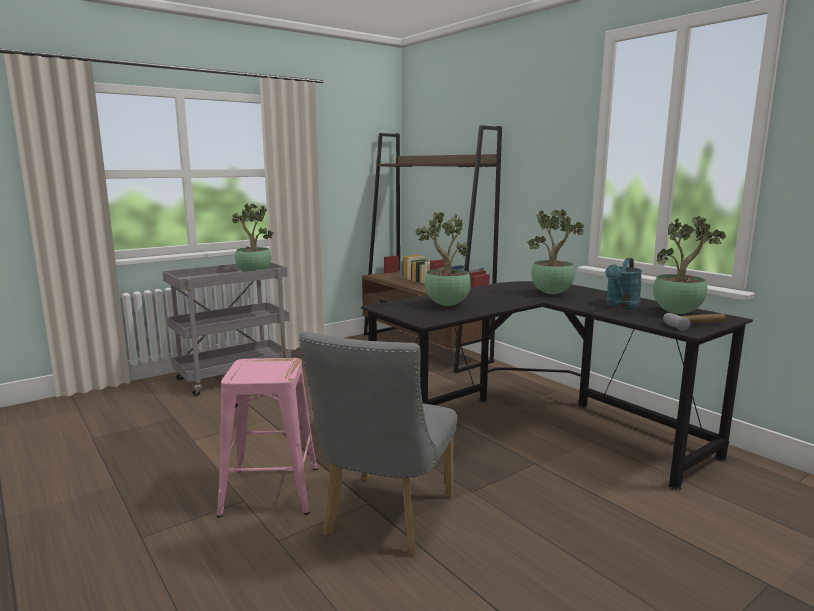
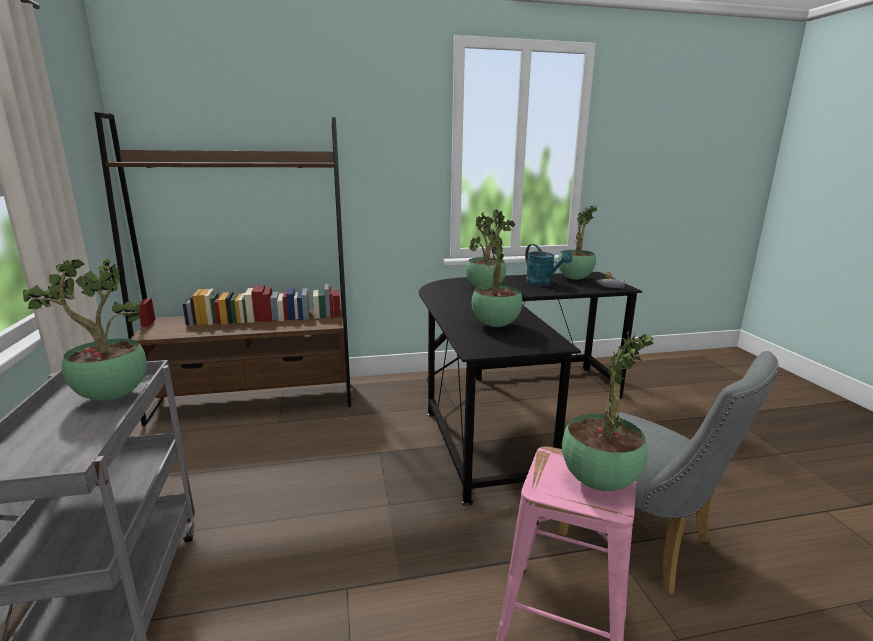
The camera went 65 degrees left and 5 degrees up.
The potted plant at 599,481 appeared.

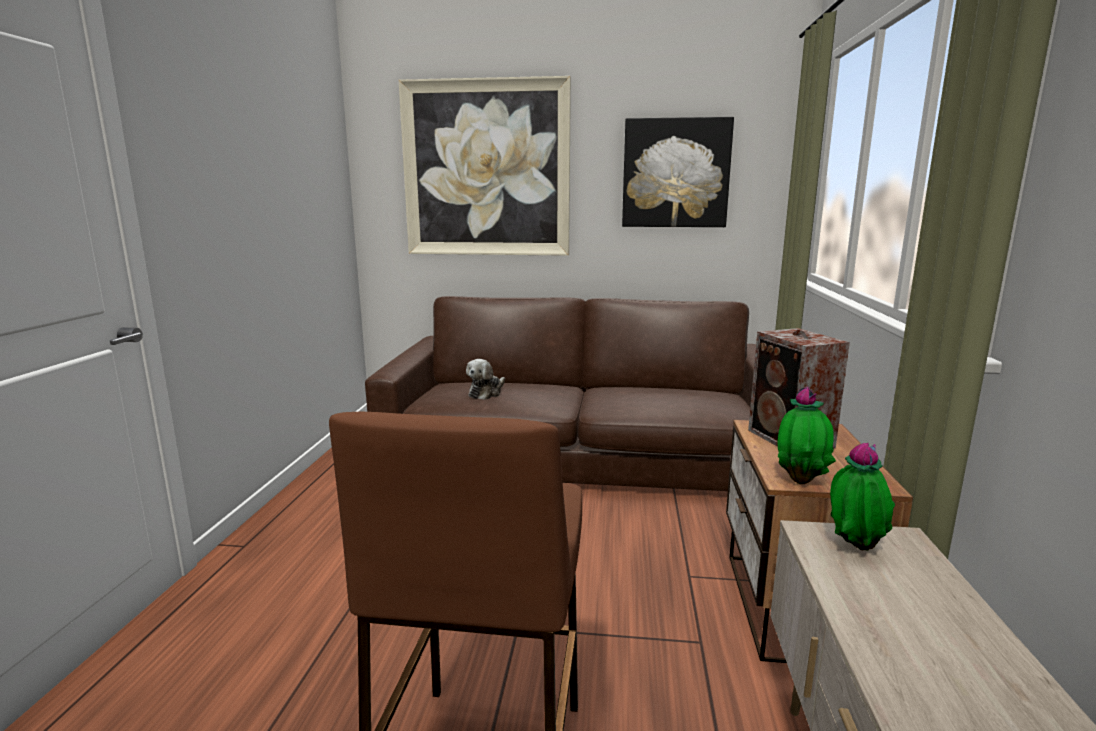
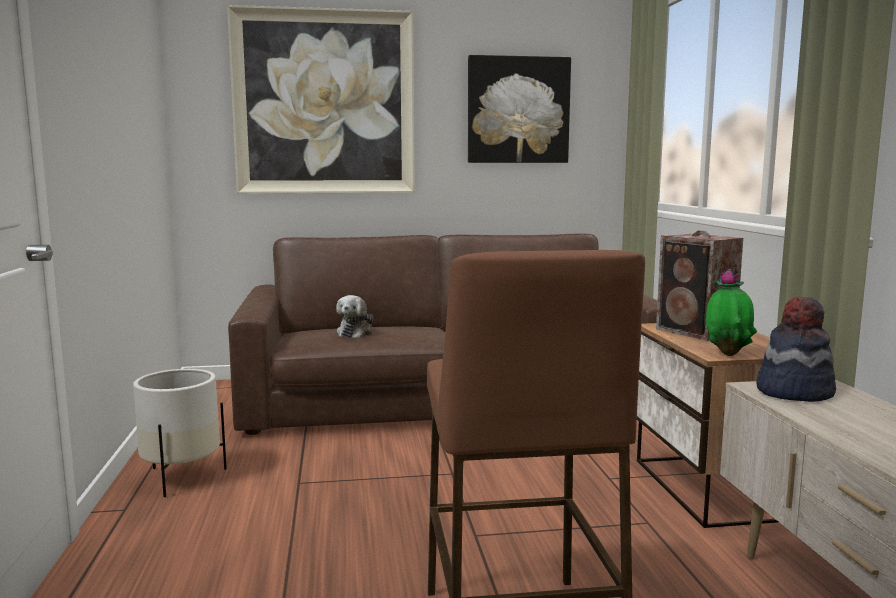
The camera went 15 degrees left and 5 degrees down.
The white planter at 182,477 appeared.
The potted plant at 853,548 was replaced by the hat at 793,391.

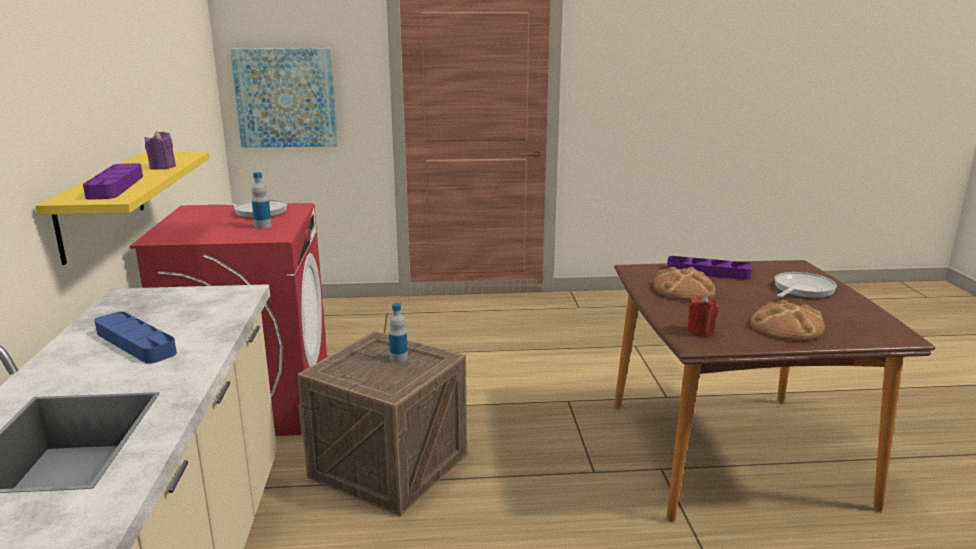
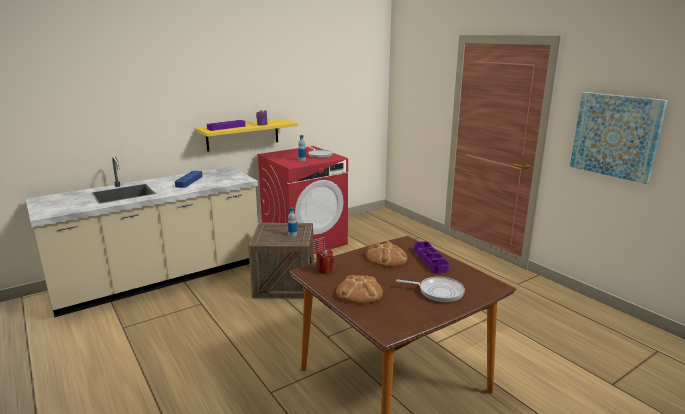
The camera went 60 degrees right and 0 degrees up.
The picture moved from 286,98 to 615,136.

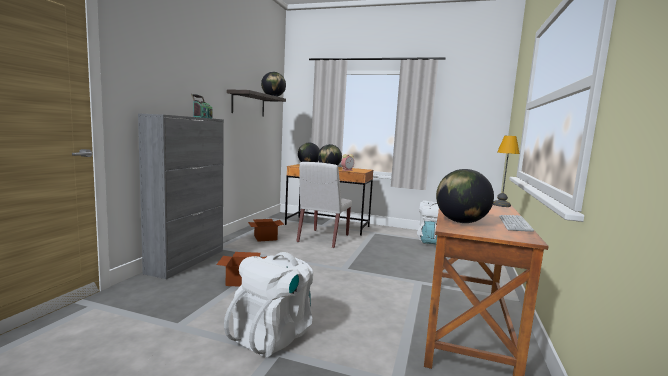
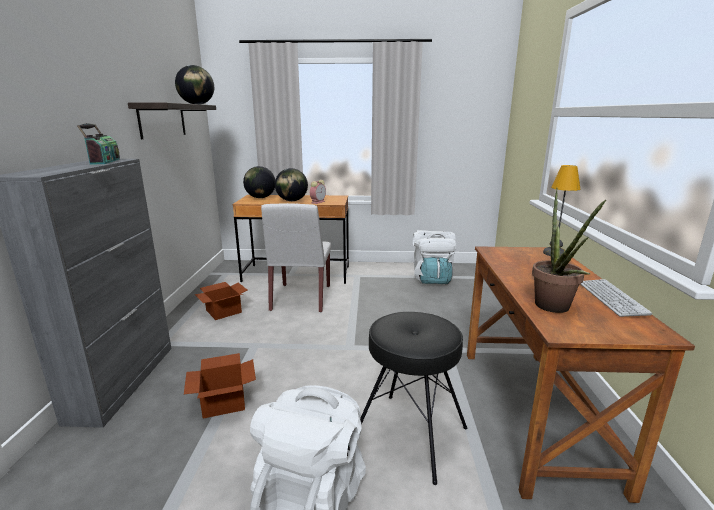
The camera went 15 degrees left and 10 degrees up.
The black stool at 410,434 appeared.
The globe at 461,222 was replaced by the potted plant at 555,309.

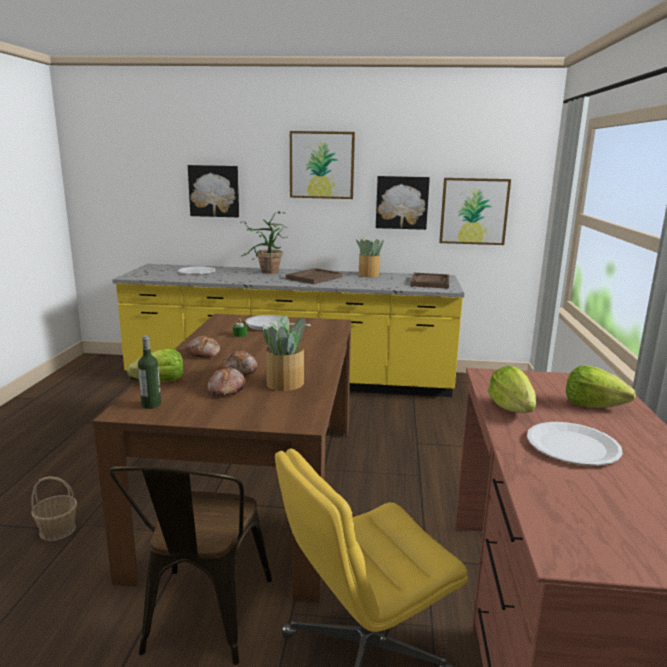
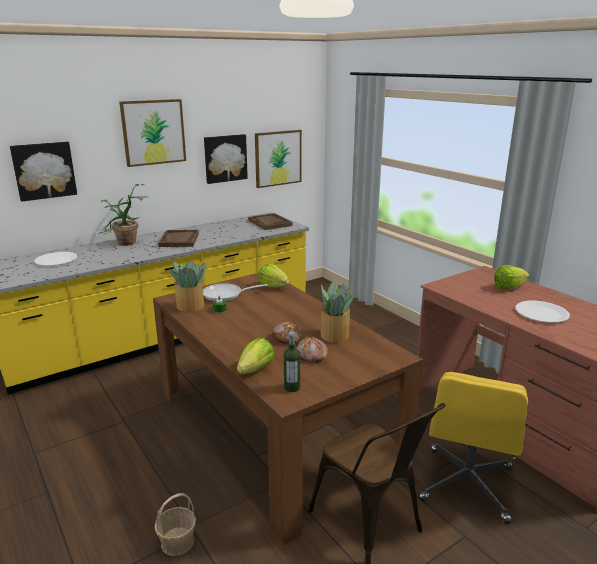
The camera went 40 degrees left and 5 degrees up.
The potted plant moved from 368,275 to 190,306.
The lettuce moved from 512,408 to 273,286.
The bread at 204,353 disappeared.

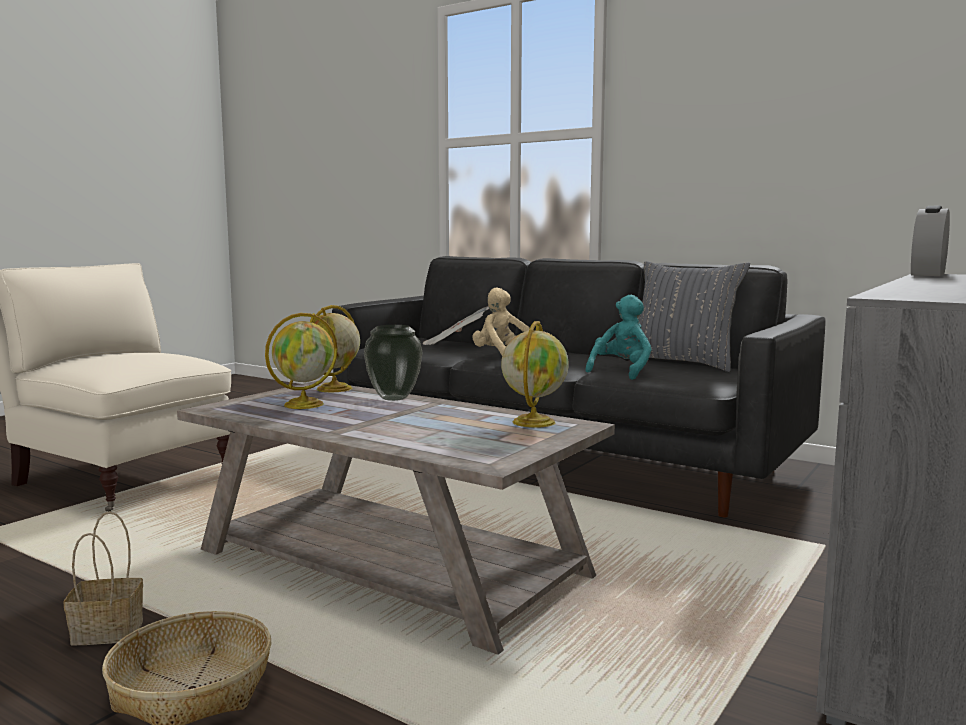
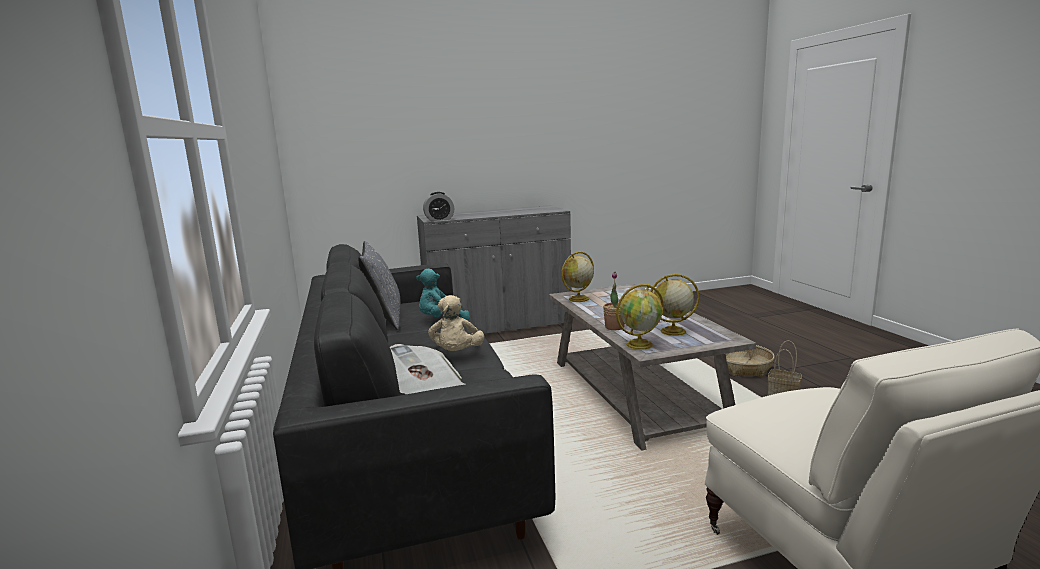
The camera went 140 degrees left and 5 degrees up.
The vase at 393,398 was replaced by the potted plant at 614,327.

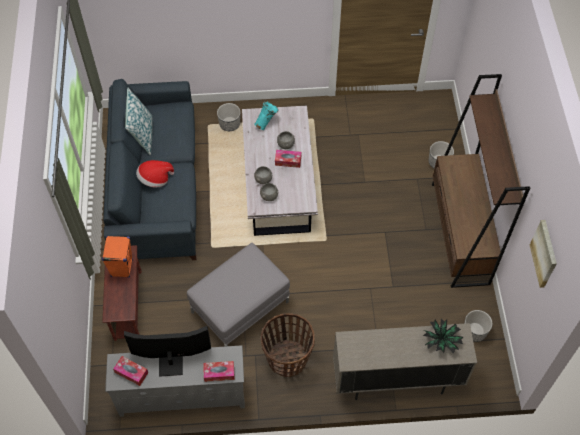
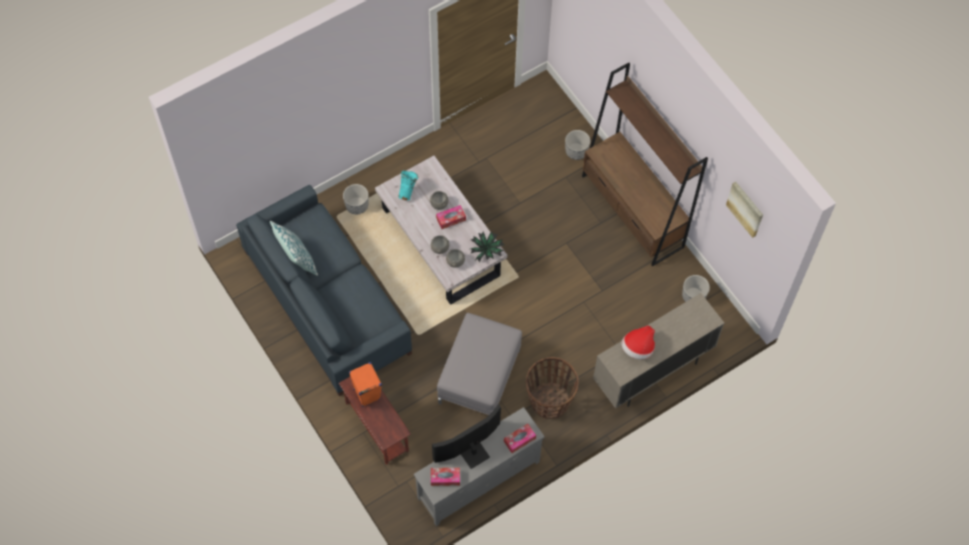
The camera went 30 degrees left and 5 degrees up.
The potted plant moved from 441,341 to 486,251.
The hat moved from 155,179 to 638,348.

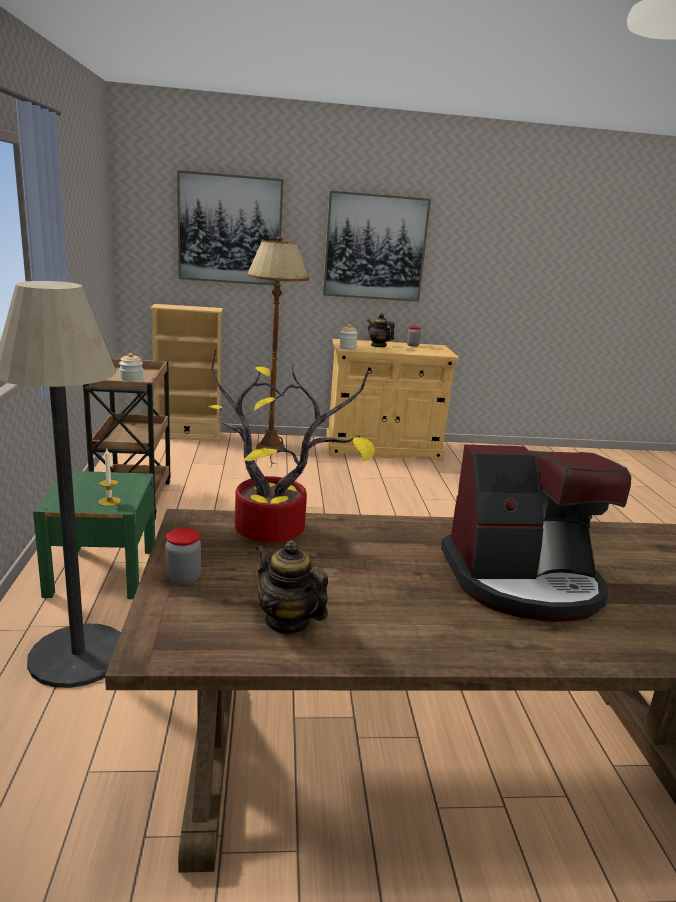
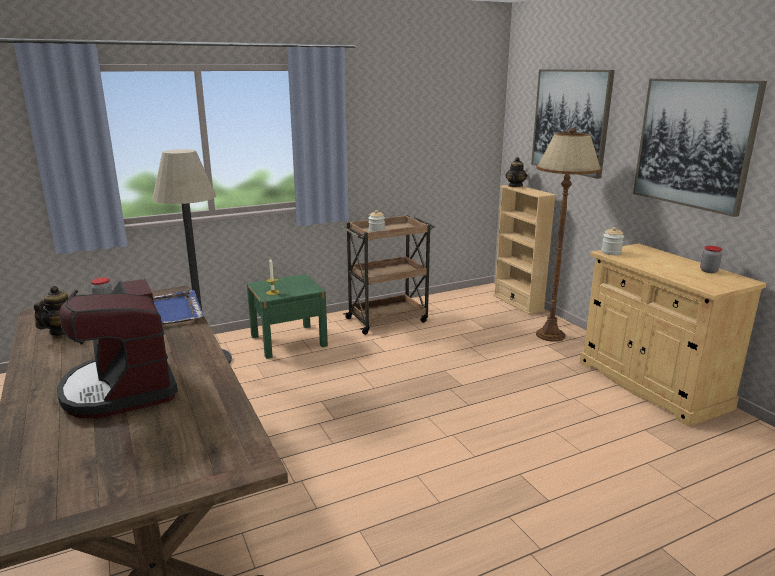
The camera went 70 degrees right and 0 degrees up.
The potted plant at 276,528 was replaced by the blue tray at 173,311.
The teapot moved from 378,345 to 515,186.

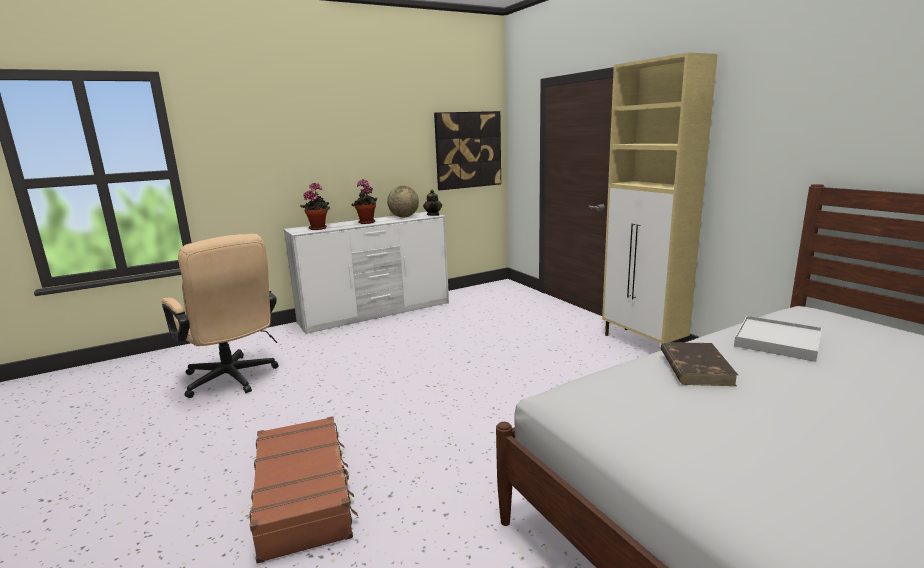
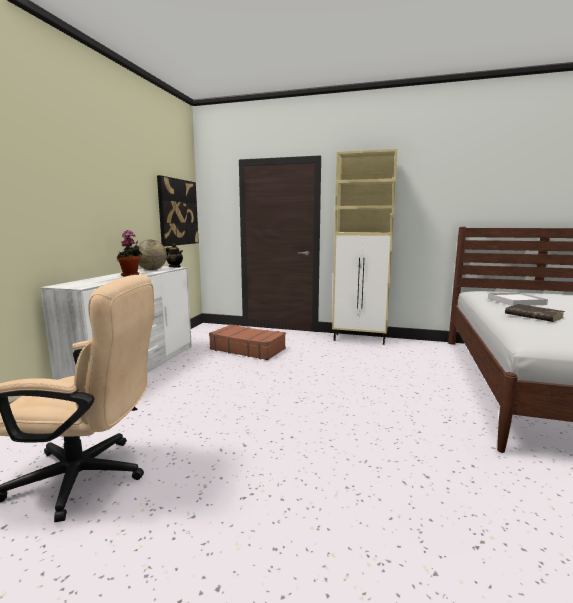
The camera went 45 degrees left and 5 degrees down.
The brown suitcase moved from 304,495 to 247,349.
The potted plant at 318,228 disappeared.

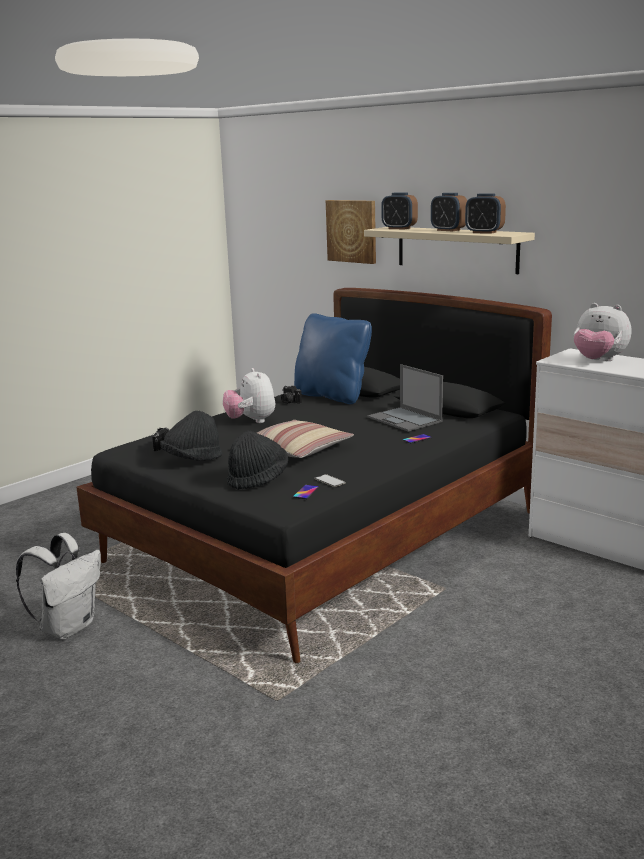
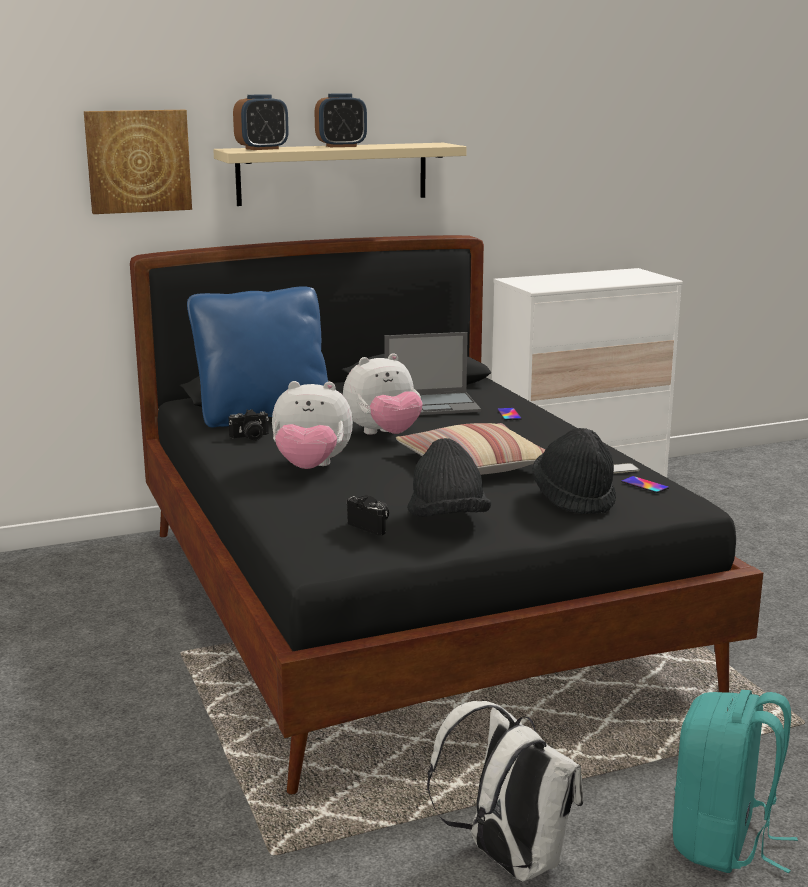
The camera went 65 degrees left and 0 degrees up.
The plush toy moved from 598,361 to 383,434.
The turquoise backpack at 724,842 appeared.
The alarm clock at 484,232 disappeared.

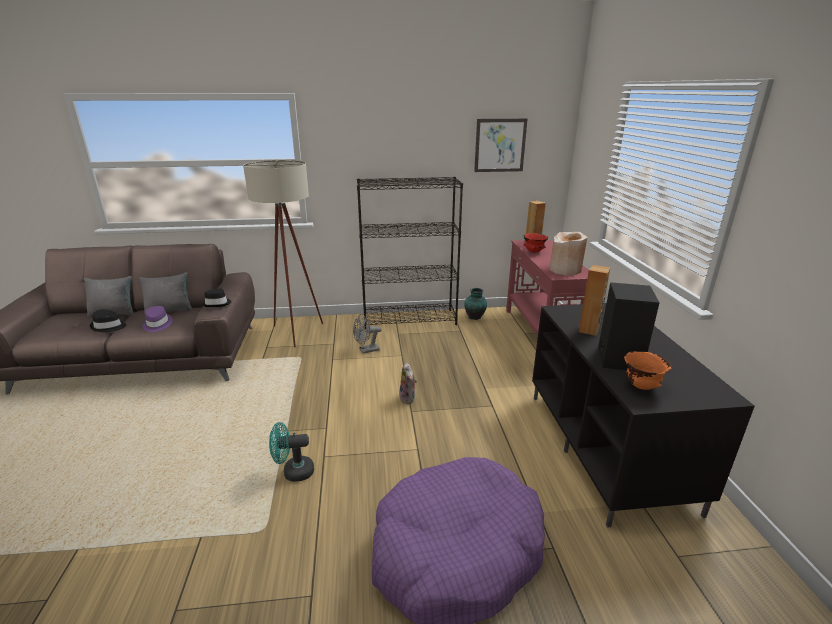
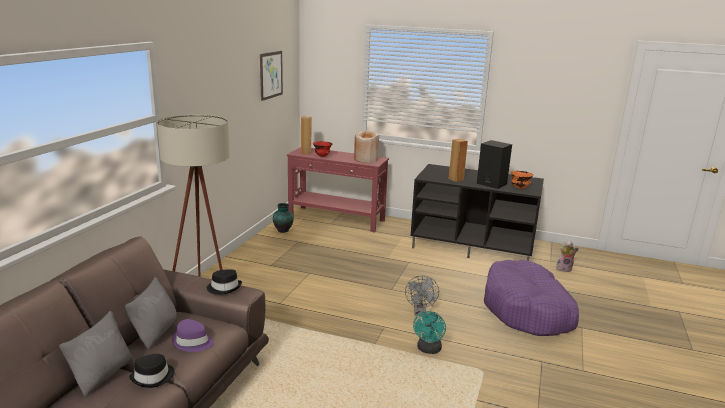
The camera went 65 degrees left and 5 degrees down.
The grey fan moved from 366,350 to 420,313.
The plush toy moved from 408,398 to 564,269.
The black bookcase at 410,319 disappeared.

